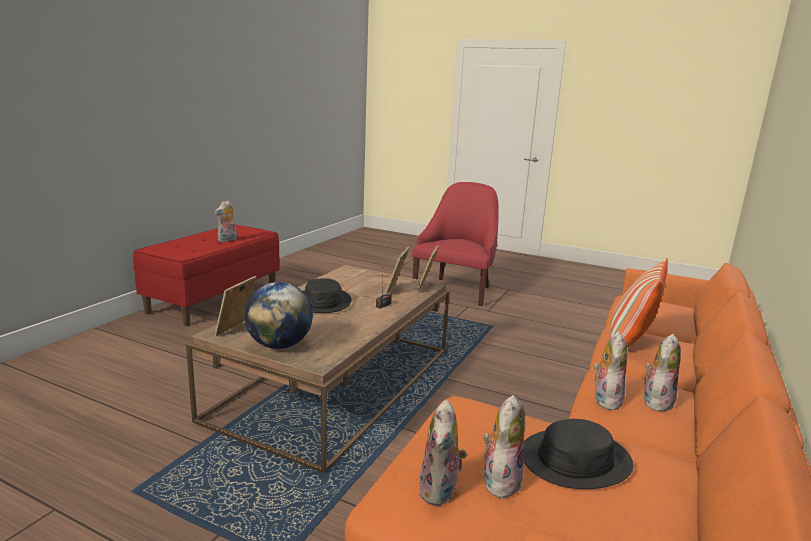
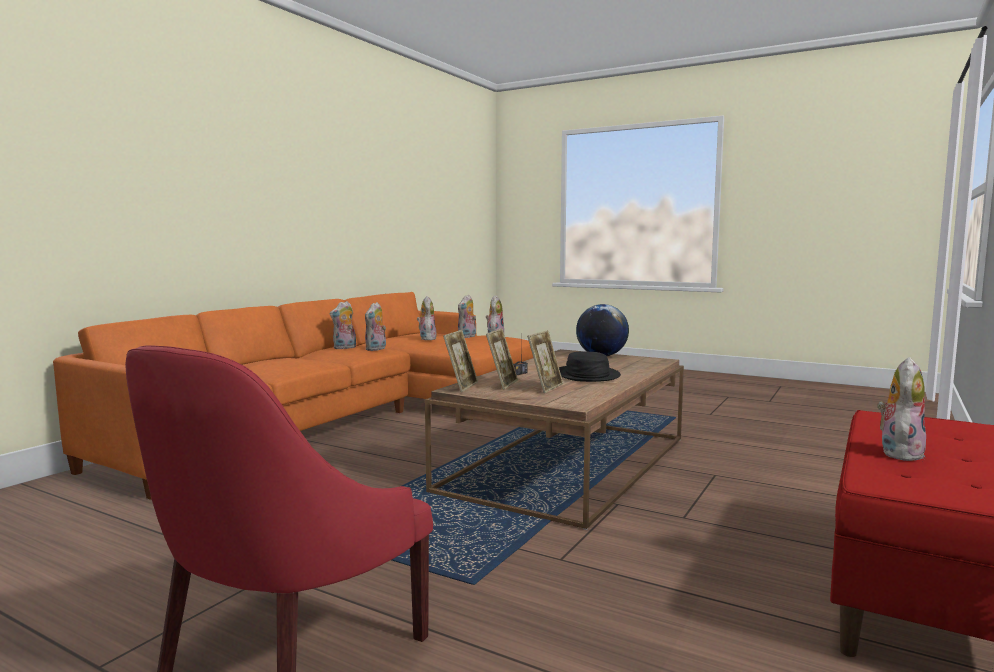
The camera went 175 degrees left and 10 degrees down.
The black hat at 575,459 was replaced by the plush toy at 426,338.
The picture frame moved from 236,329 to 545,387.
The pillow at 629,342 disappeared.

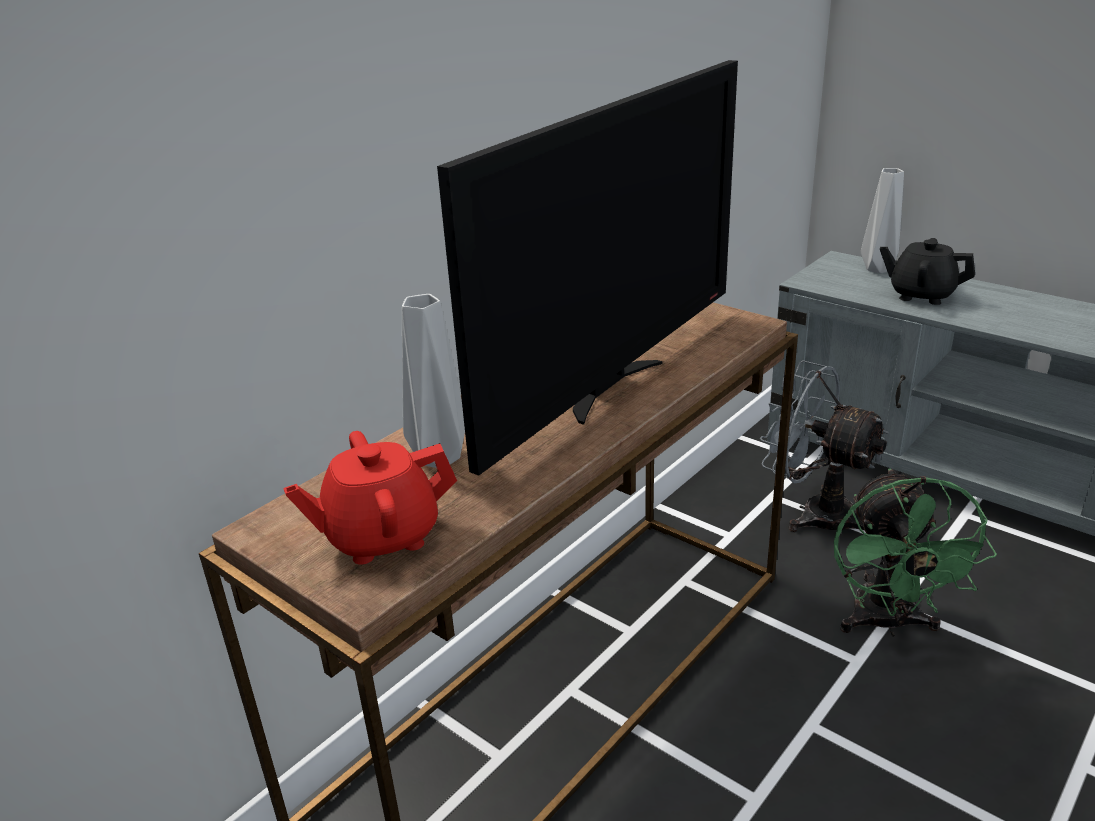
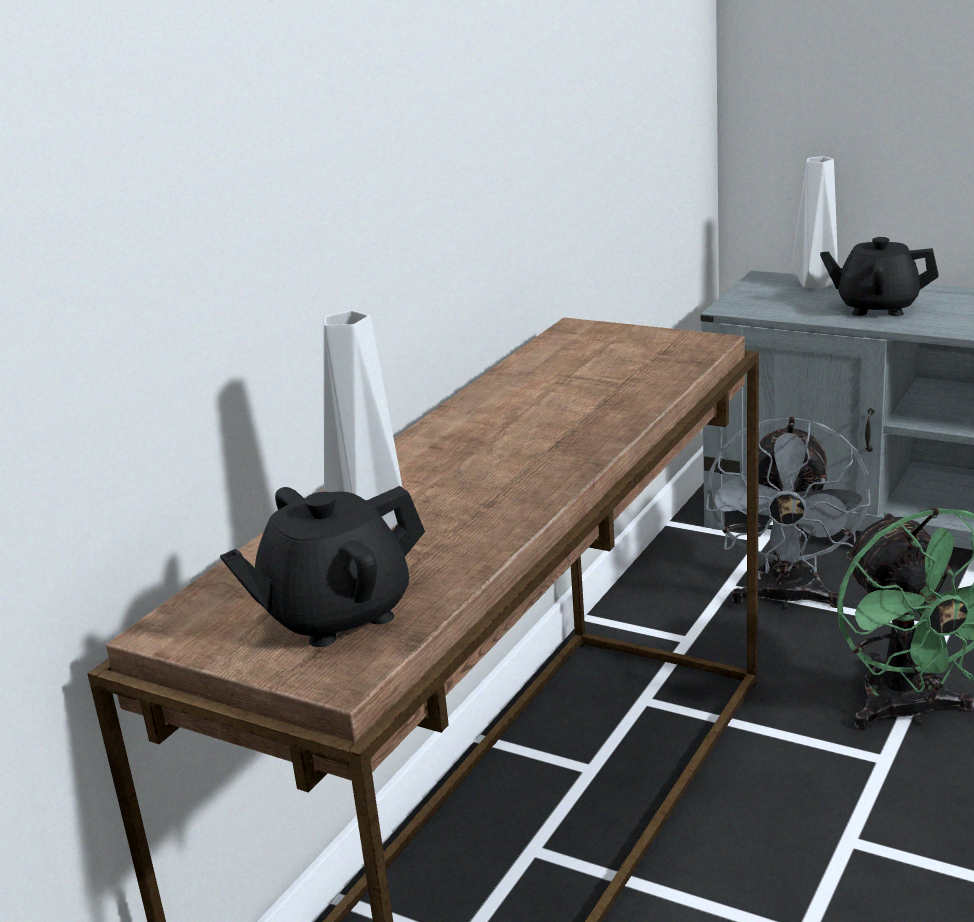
The camera went 10 degrees left and 5 degrees down.
The red teapot at 381,536 became the black teapot at 335,615.
The grey fan at 814,513 turned 105 degrees counterclockwise.
The television at 611,387 disappeared.

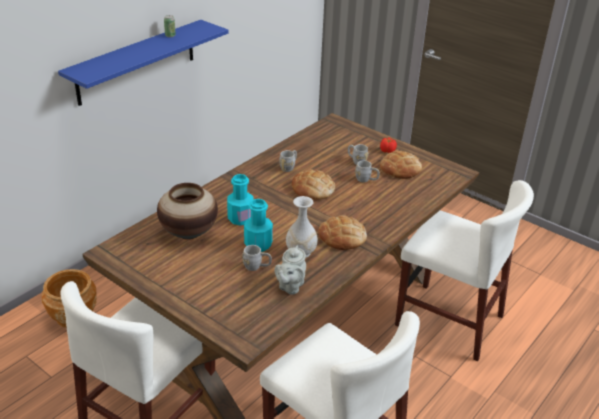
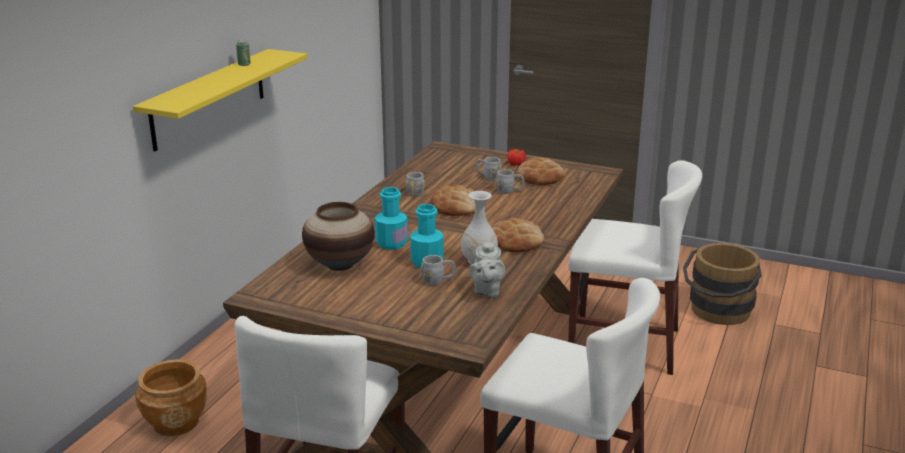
The camera went 15 degrees left and 10 degrees down.
The blue shelf at 136,62 became the yellow shelf at 209,98.
The brown bucket at 717,312 appeared.

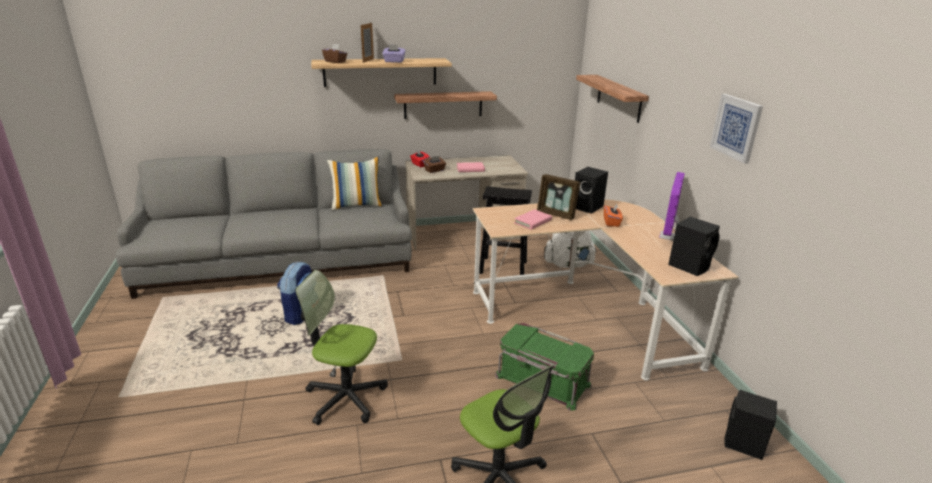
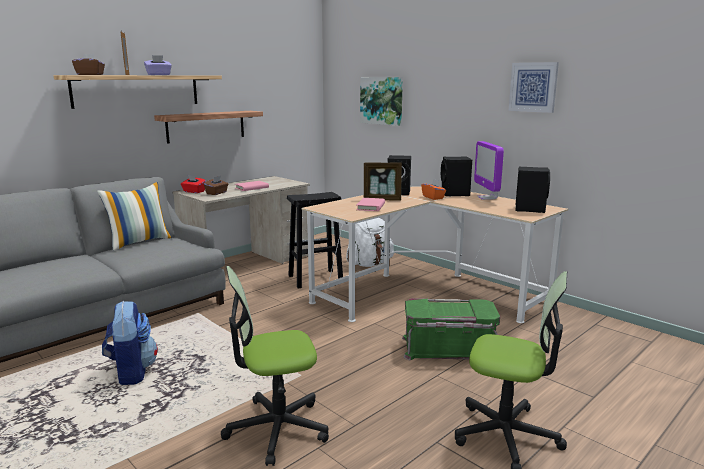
The camera went 30 degrees left and 10 degrees down.
The shelf at 619,98 was replaced by the picture at 382,100.
The black speaker moved from 743,444 to 455,194.

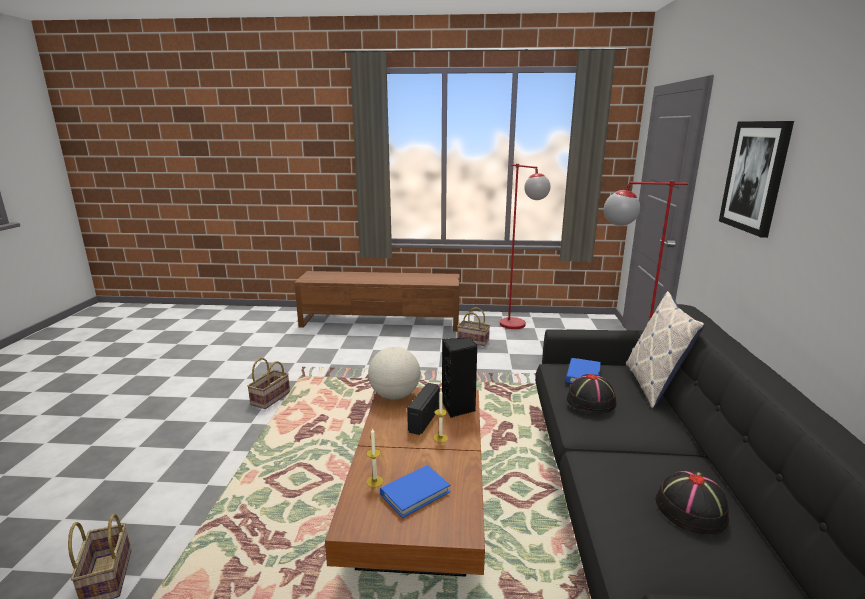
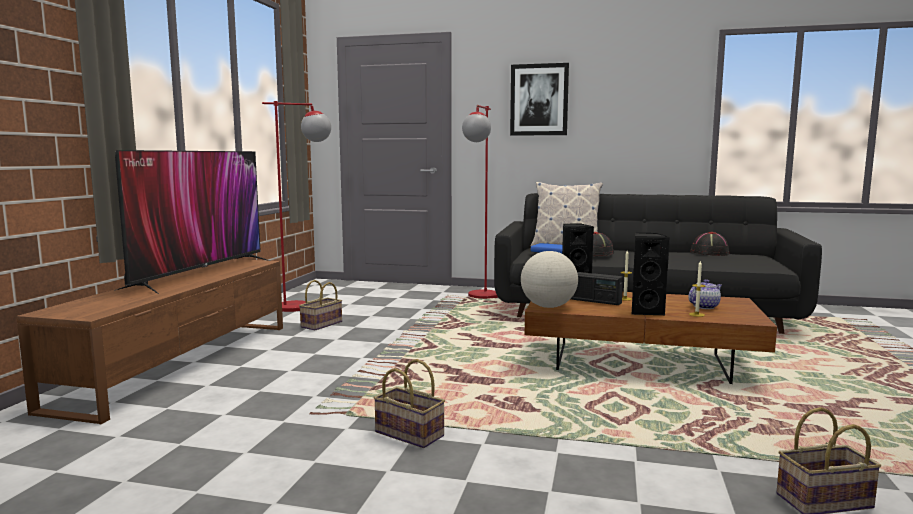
The camera went 80 degrees left and 10 degrees down.
The television at 200,273 appeared.
The black speaker at 646,311 appeared.
The blue book at 415,493 was replaced by the teapot at 704,306.

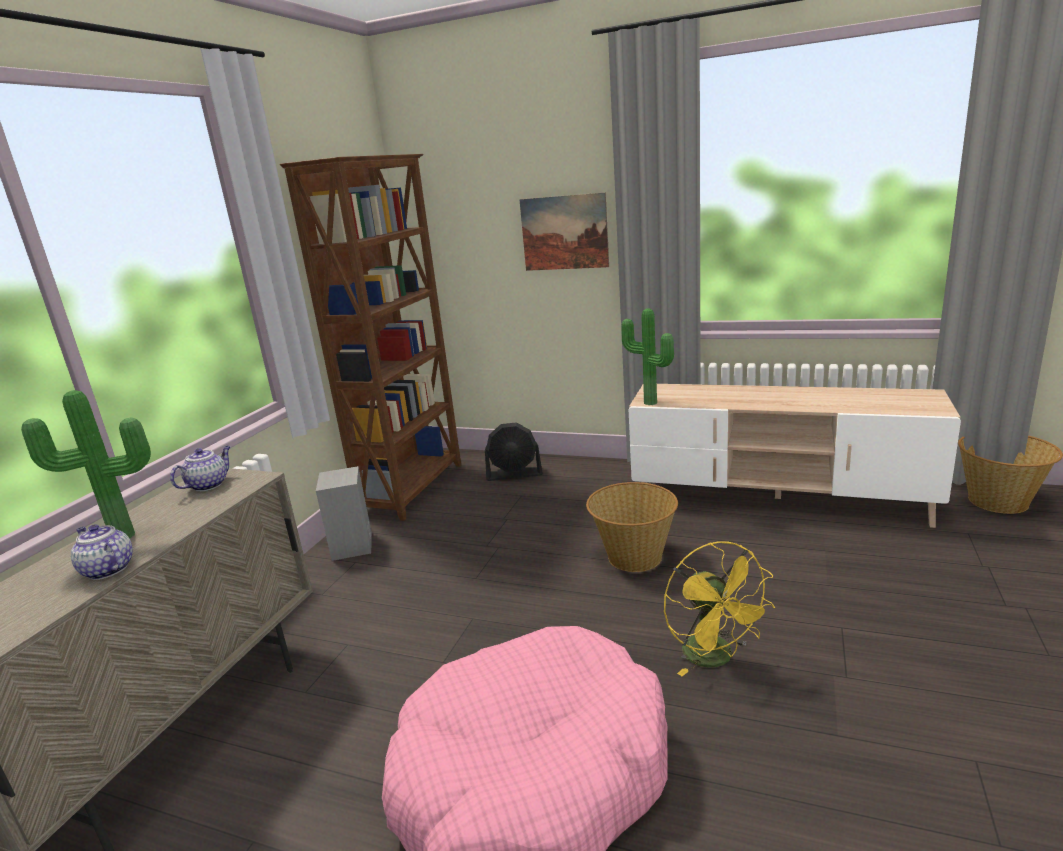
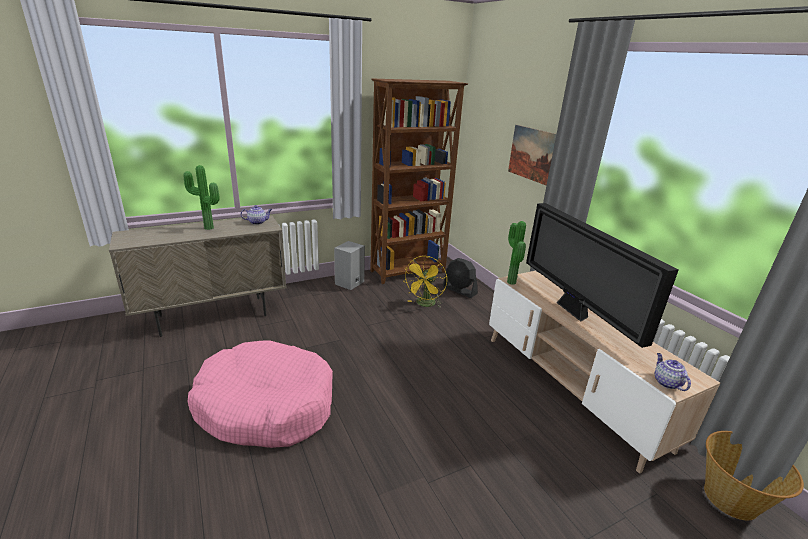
The camera went 40 degrees right and 5 degrees up.
The yellow fan moved from 715,658 to 424,304.
The television at 574,312 appeared.
The teapot moved from 107,570 to 666,382.
The basket at 634,557 disappeared.

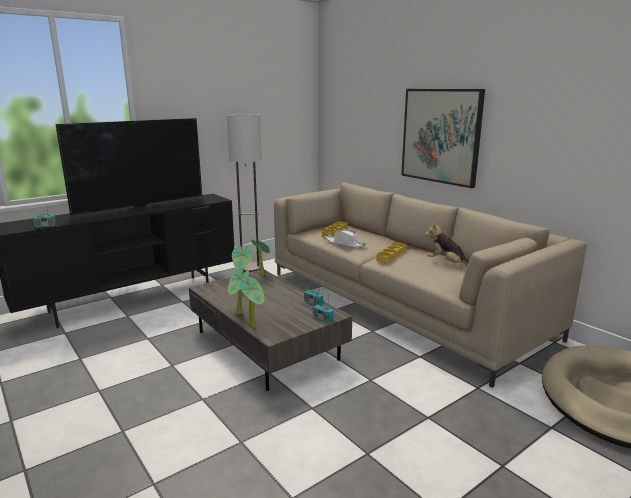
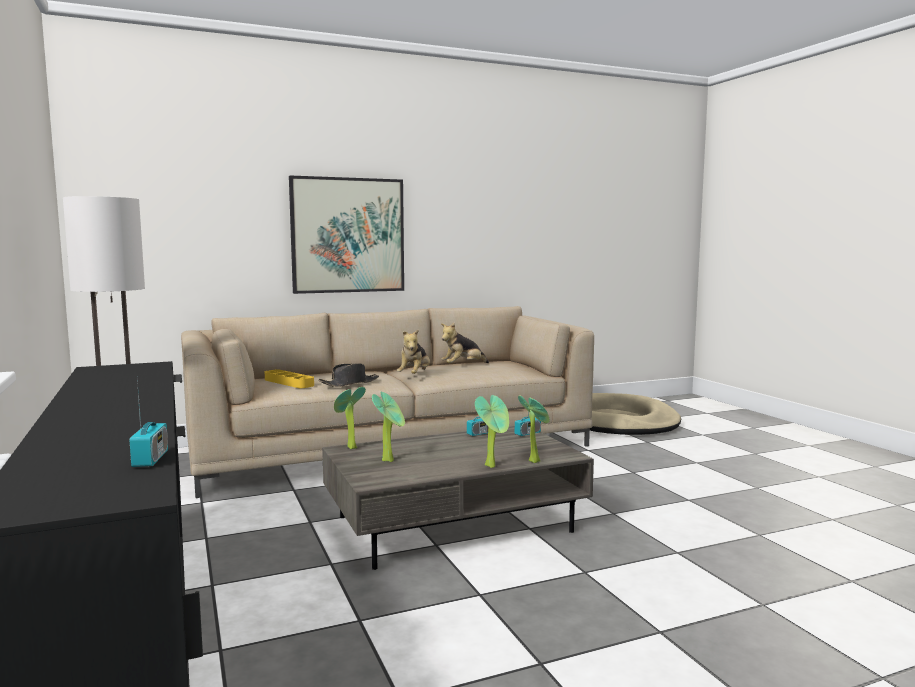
The camera went 75 degrees left and 10 degrees down.
The white hat at 345,243 became the black hat at 349,383.
The yellow tray at 391,255 was replaced by the plush toy at 415,375.
The television at 141,206 disappeared.

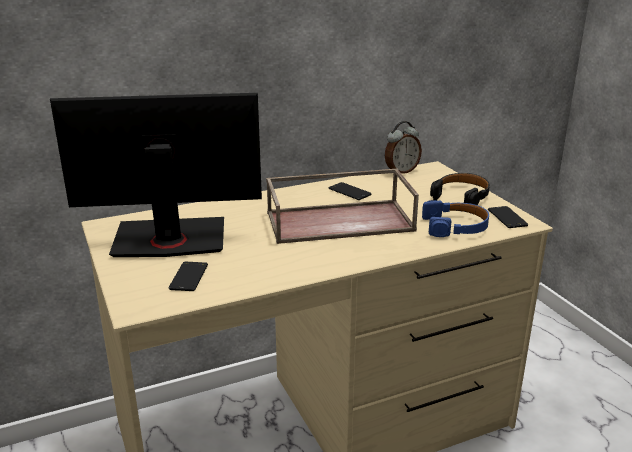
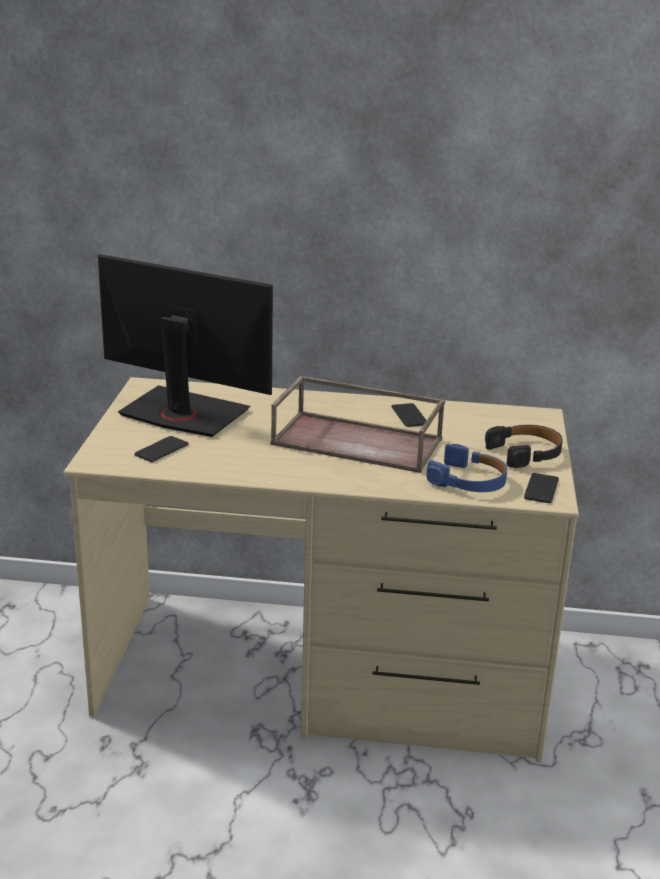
The camera went 30 degrees right and 0 degrees up.
The alarm clock at 401,171 disappeared.

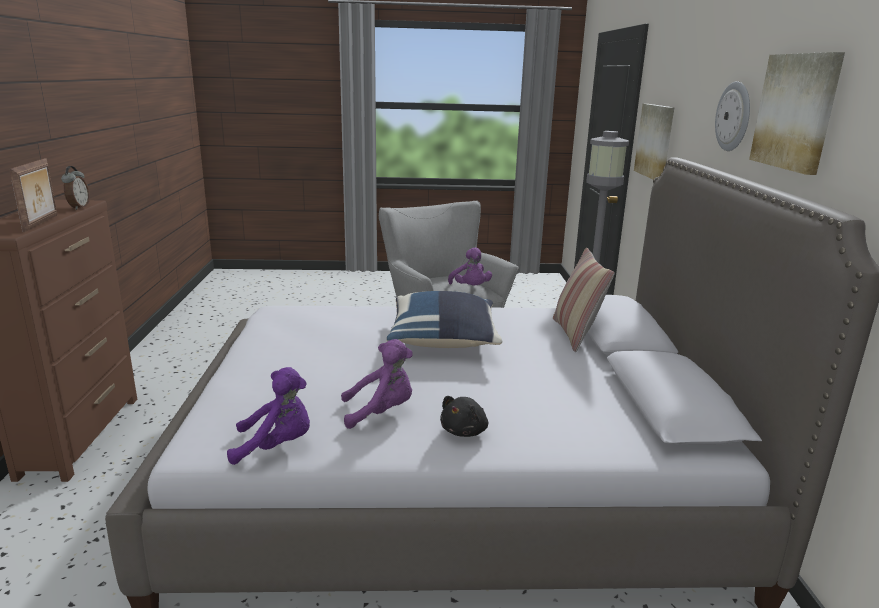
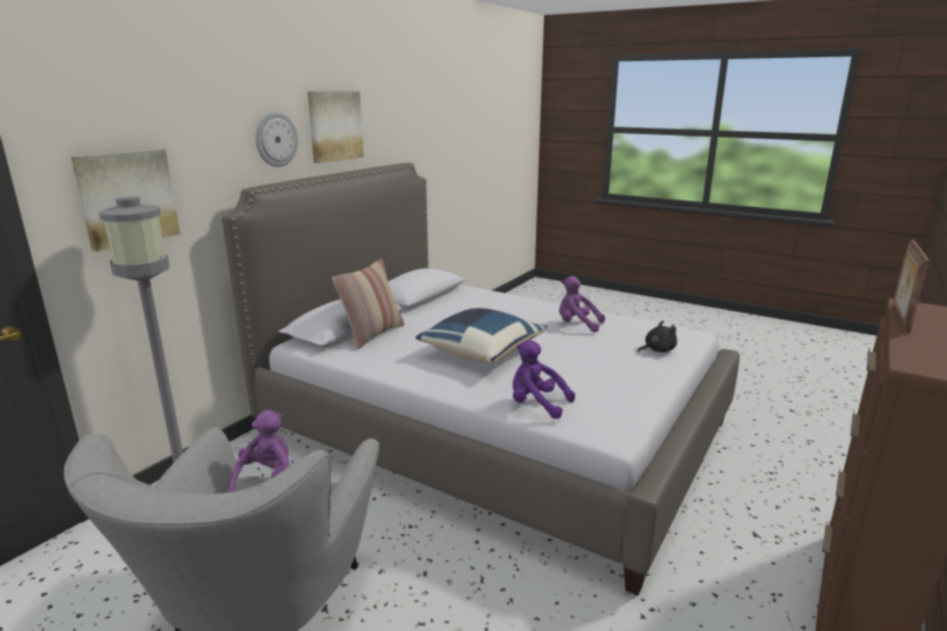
The camera went 145 degrees left and 0 degrees up.
The purple plush toy moved from 276,446 to 536,405.
The black plush toy moved from 465,431 to 657,350.
The alarm clock at 78,207 disappeared.

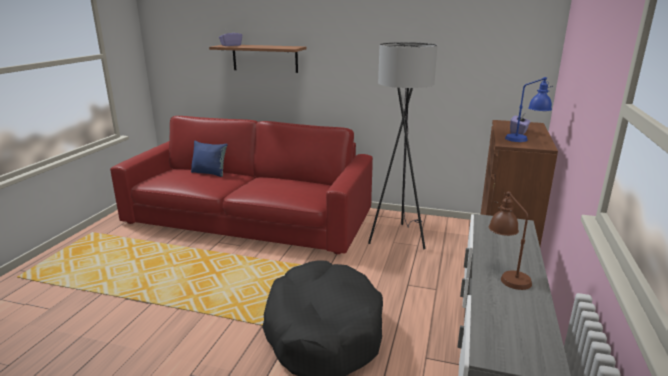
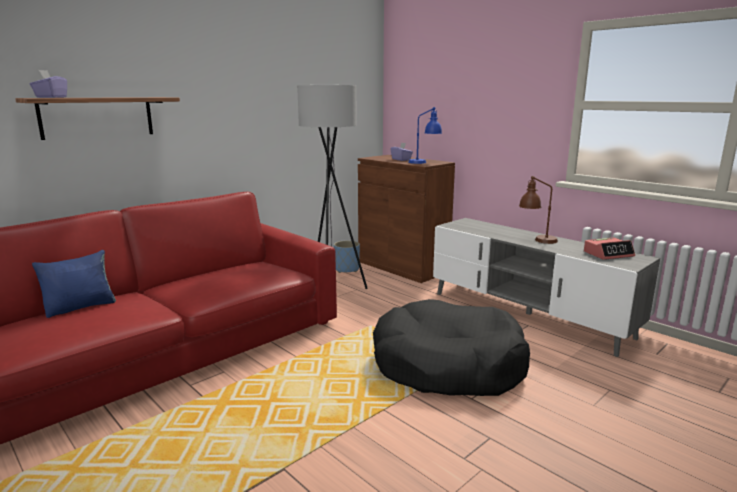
The camera went 60 degrees left and 5 degrees down.
The blue planter at 347,269 appeared.
The alarm clock at 608,254 appeared.

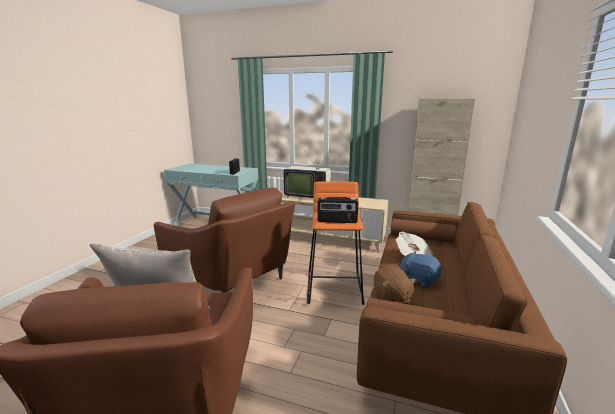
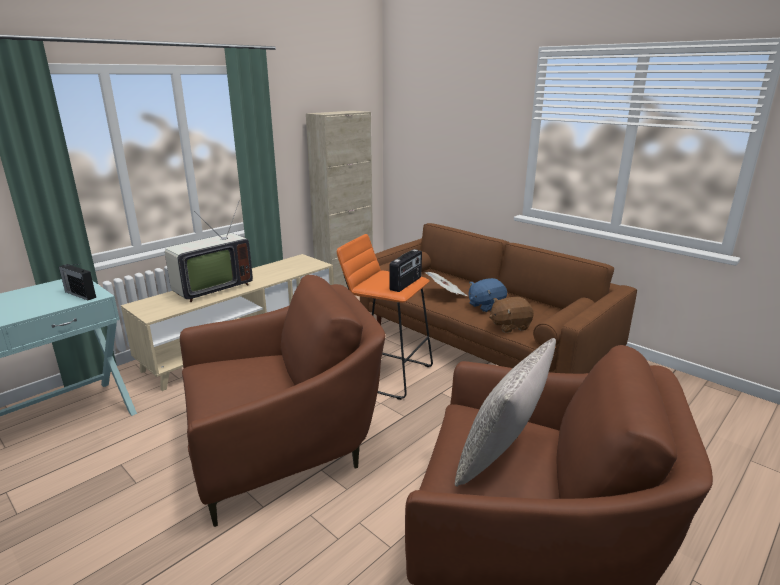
The camera went 65 degrees left and 5 degrees up.
The brown plush toy at 391,298 turned 150 degrees clockwise.

